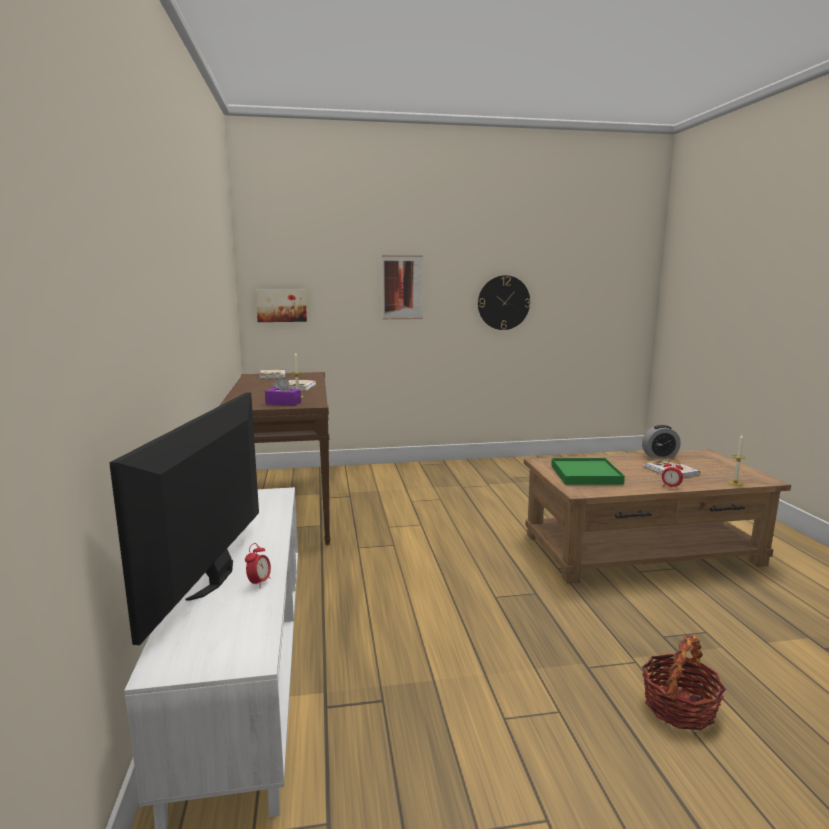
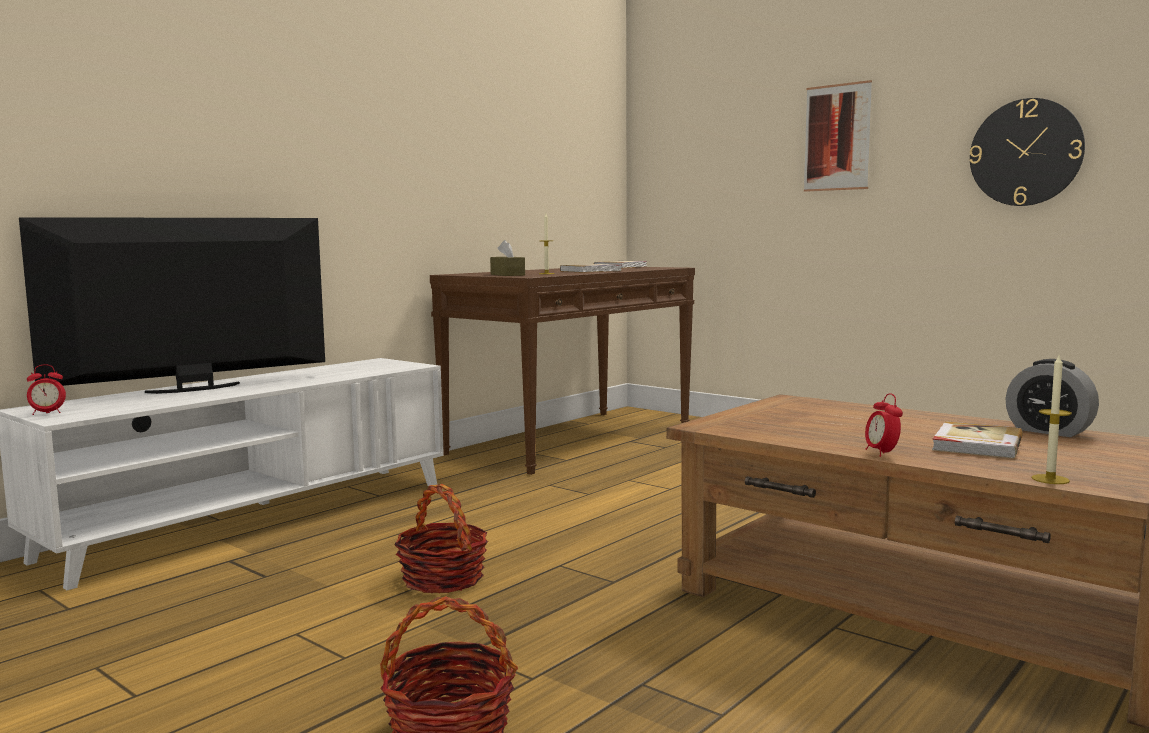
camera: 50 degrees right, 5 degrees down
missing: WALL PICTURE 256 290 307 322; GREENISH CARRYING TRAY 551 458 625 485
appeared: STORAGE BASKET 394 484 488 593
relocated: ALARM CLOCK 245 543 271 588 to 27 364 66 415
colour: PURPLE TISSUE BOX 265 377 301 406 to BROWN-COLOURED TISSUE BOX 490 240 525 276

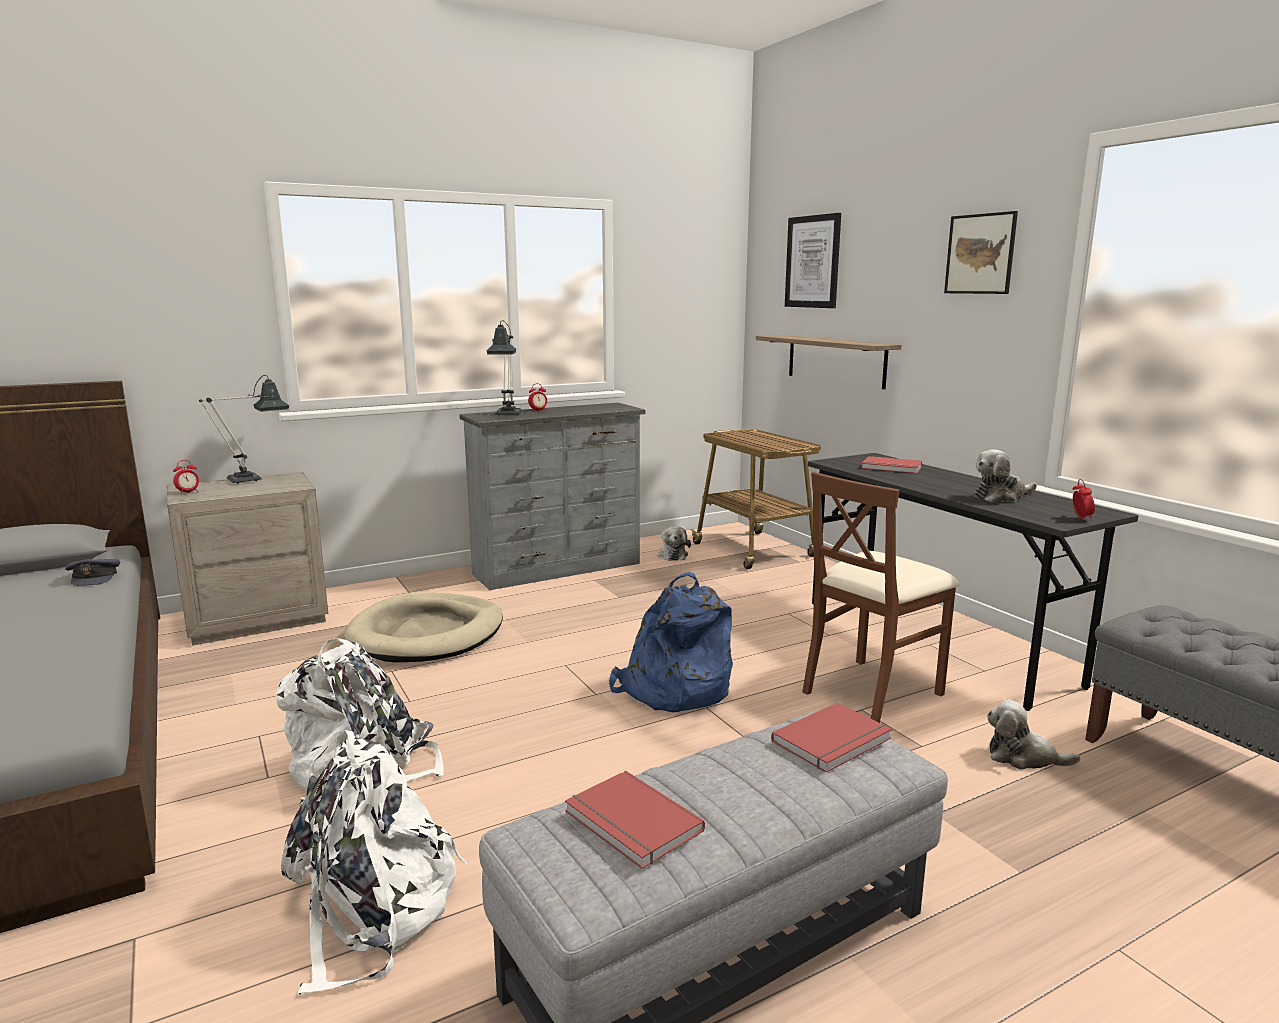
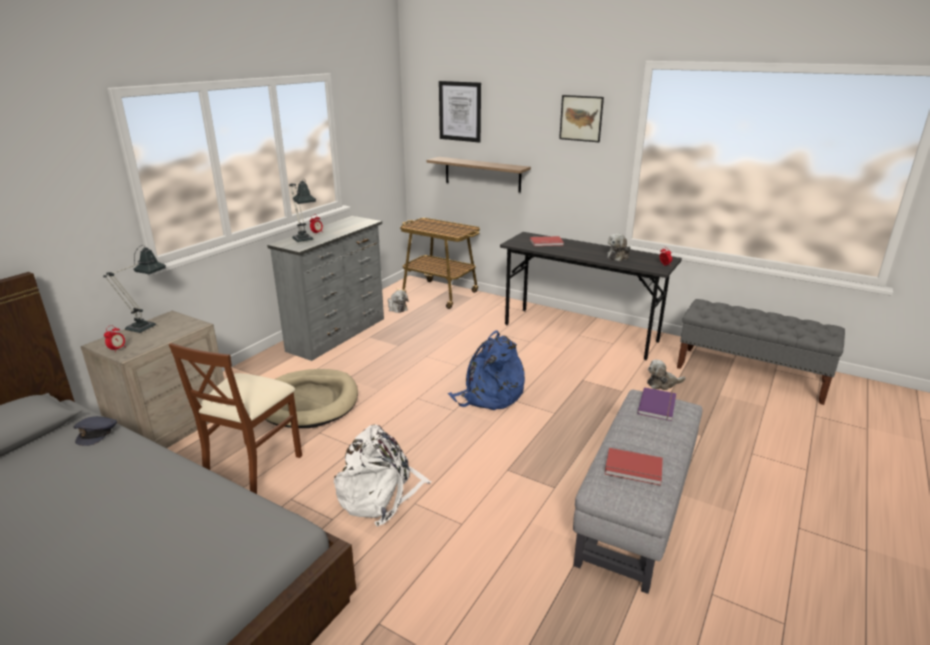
camera: 30 degrees left, 10 degrees up
missing: WHITISH RUCKSACK 281 730 467 995
relocated: BROWN-COLOURED CHAIR 802 472 959 723 to 169 343 302 494
colour: RED BOUND BOOK 771 703 892 773 to PURPLE BOUND BOOK 638 387 676 421
spun: GRAY CAP 65 559 120 586 = 73 416 117 446 60 degrees clockwise

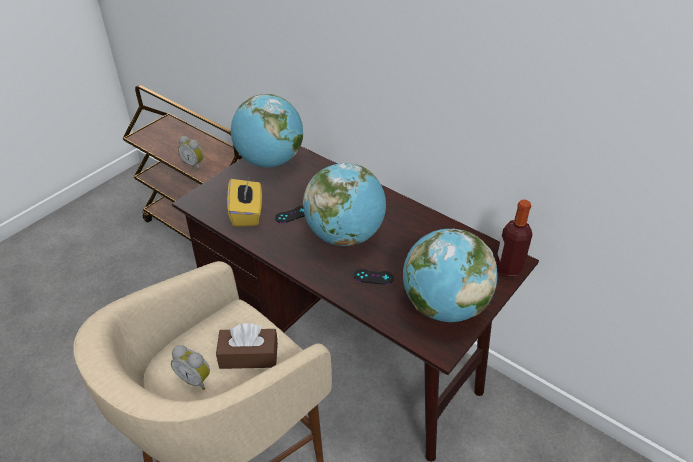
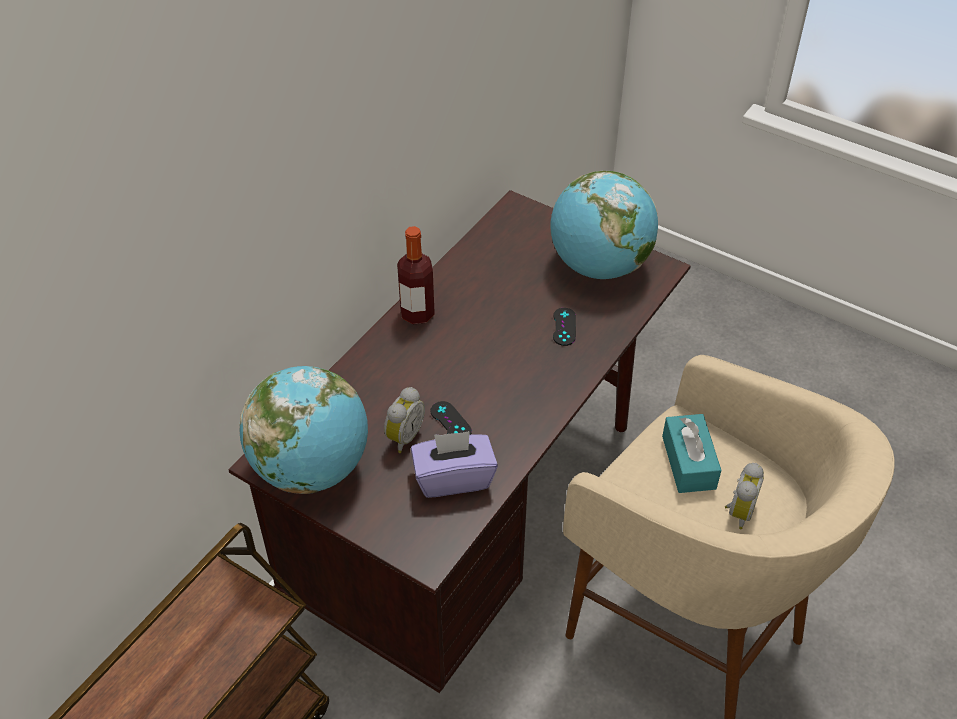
camera: 95 degrees left, 5 degrees up
missing: WORLD GLOBE 303 163 386 246
relocated: ALARM CLOCK 178 136 204 170 to 384 387 425 453; BOTTLE 496 200 533 276 to 397 226 435 324
colour: BROWN-COLOURED TISSUE BOX 216 323 278 369 to TURQUOISE-COLOURED TISSUE BOX 662 414 722 493; YELLOW-COLOURED TISSUE BOX 227 179 262 227 to PURPLE TISSUE BOX 411 431 498 498

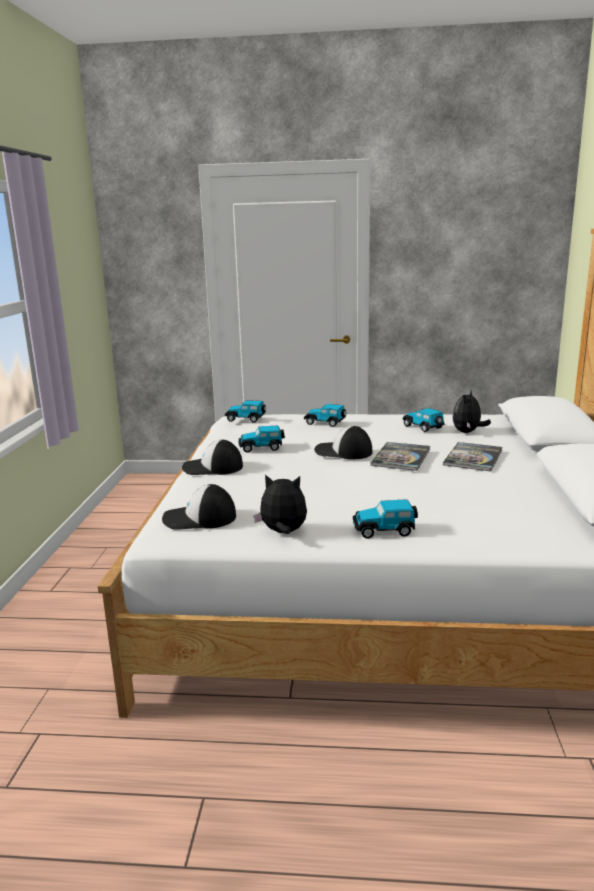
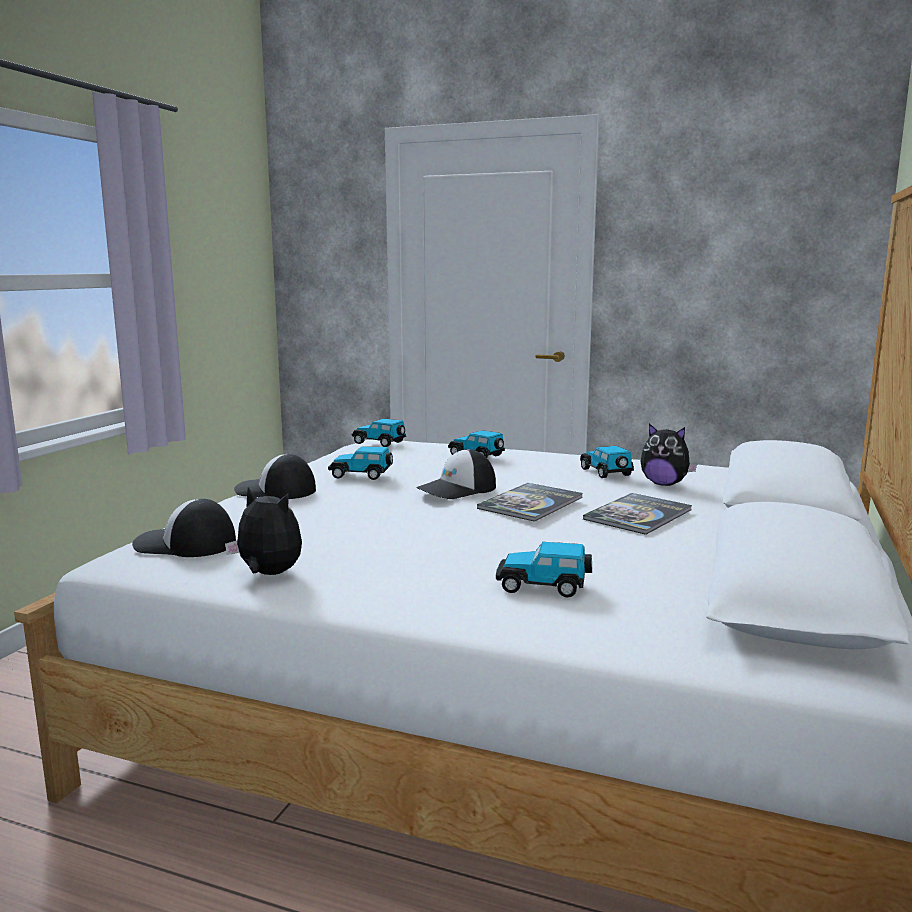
camera: 15 degrees right, 5 degrees down
relocated: MODEL CAR 353 499 418 539 to 496 542 592 597
spun: CAP 314 426 372 460 = 416 449 496 499 75 degrees counterclockwise; SOFT TOY 452 391 491 433 = 641 424 697 486 105 degrees counterclockwise

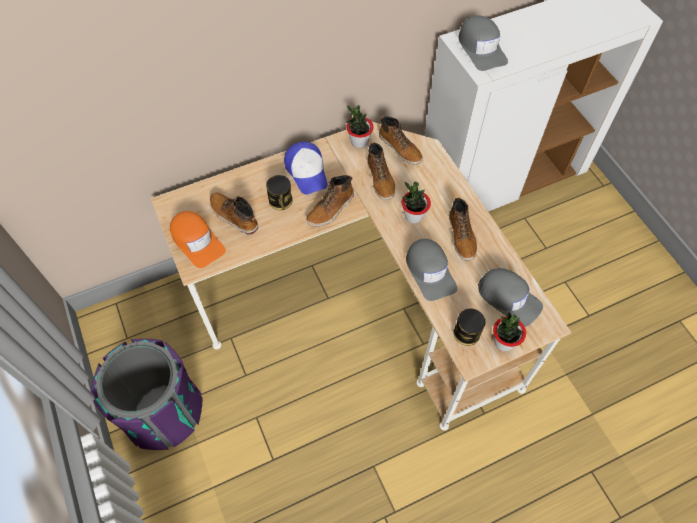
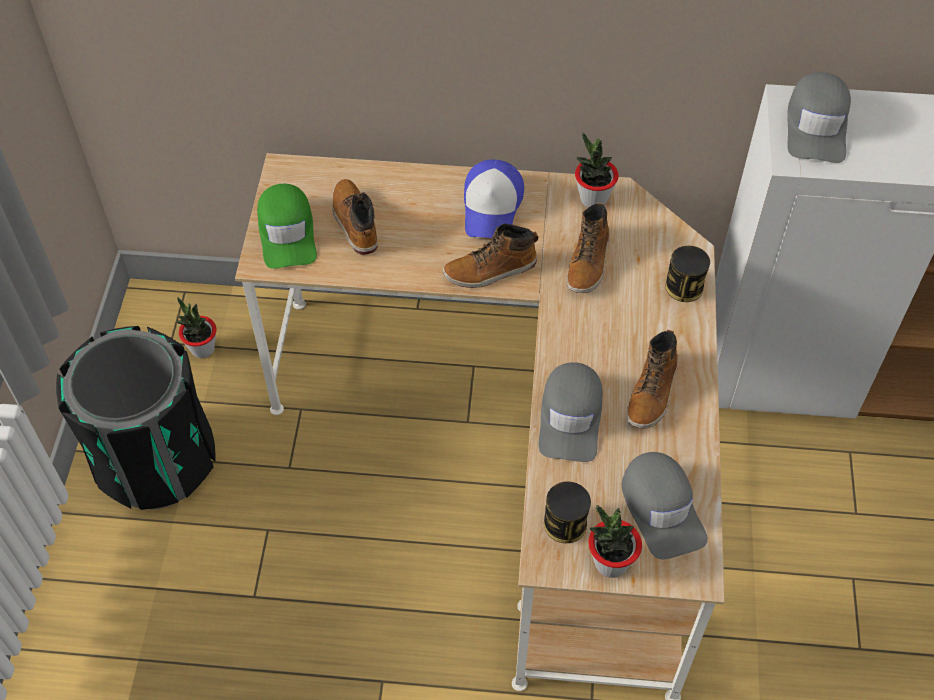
camera: 30 degrees right, 5 degrees down
missing: TALL BOOT 379 116 423 164
relocated: METAL CAN 266 175 293 210 to 666 246 710 302; PLANT IN A POT 402 182 431 224 to 176 297 216 358
colour: PURPLE RUBBISH BIN 91 339 203 450 to BLACKISH RUBBISH BIN 56 326 215 510; ORANGE CAP 170 211 226 268 to GREENISH CAP 257 184 317 269

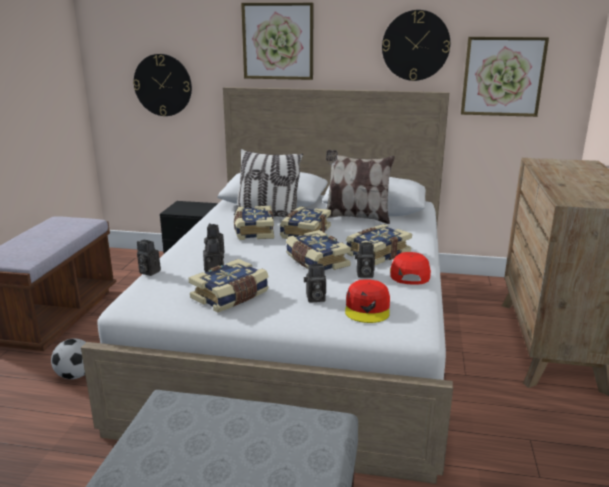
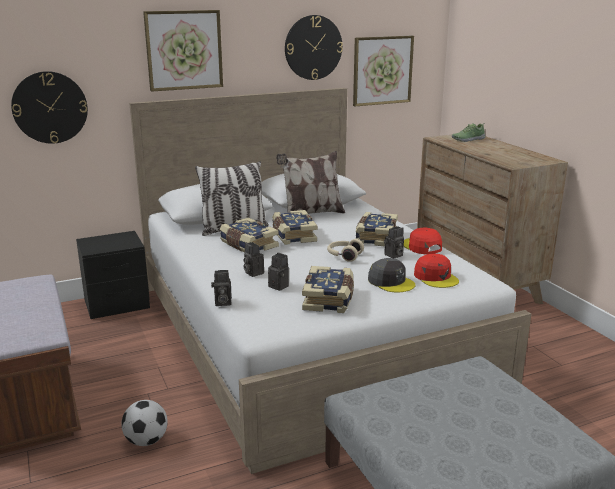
camera: 35 degrees left, 0 degrees up
appeared: SHOE 452 123 485 142
exchanged: BOUND BOOK 286 230 351 270 to SAND-COLOURED HEADSET 327 239 364 262; PHOTO CAMERA 304 264 326 302 to GRAY CAP 368 258 415 292

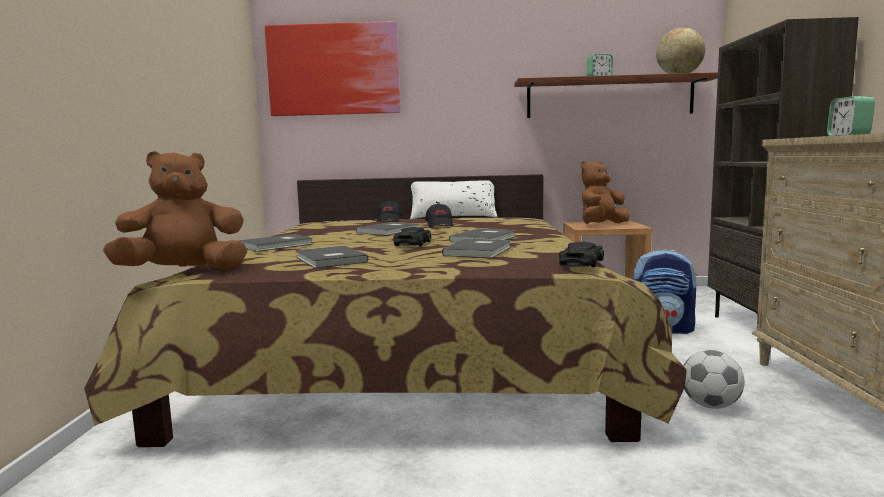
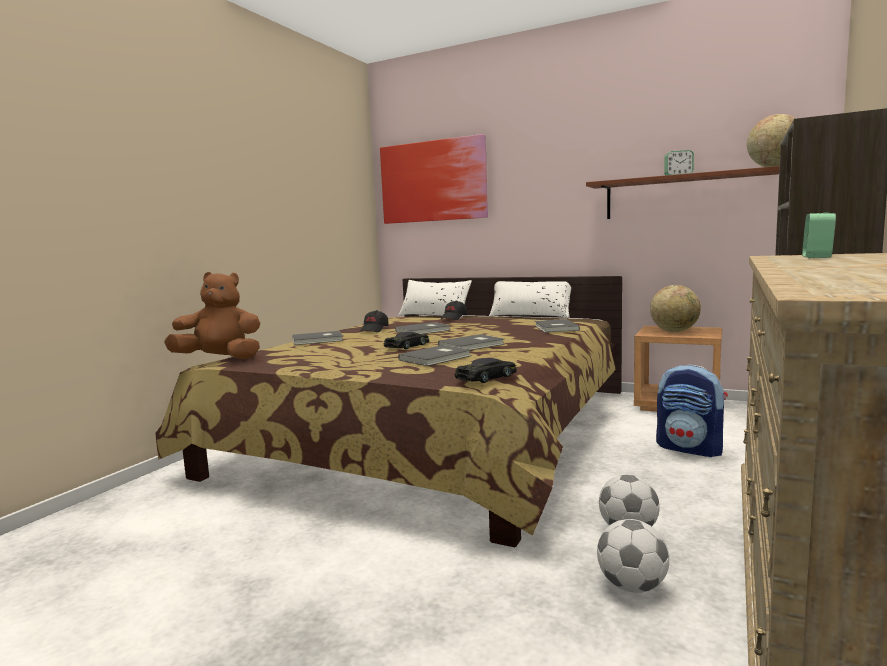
camera: 25 degrees right, 0 degrees up
appeared: WHITISH THROW PILLOW 399 280 472 318; FOOTBALL 597 519 669 593
relocated: GRAY BOUND BOOK 296 246 368 268 to 535 319 580 333; BLACKISH CAP 425 203 453 227 to 360 310 389 332
exchanged: BROWN-COLOURED SOFT TOY 581 161 630 224 to WORLD GLOBE 650 285 701 332

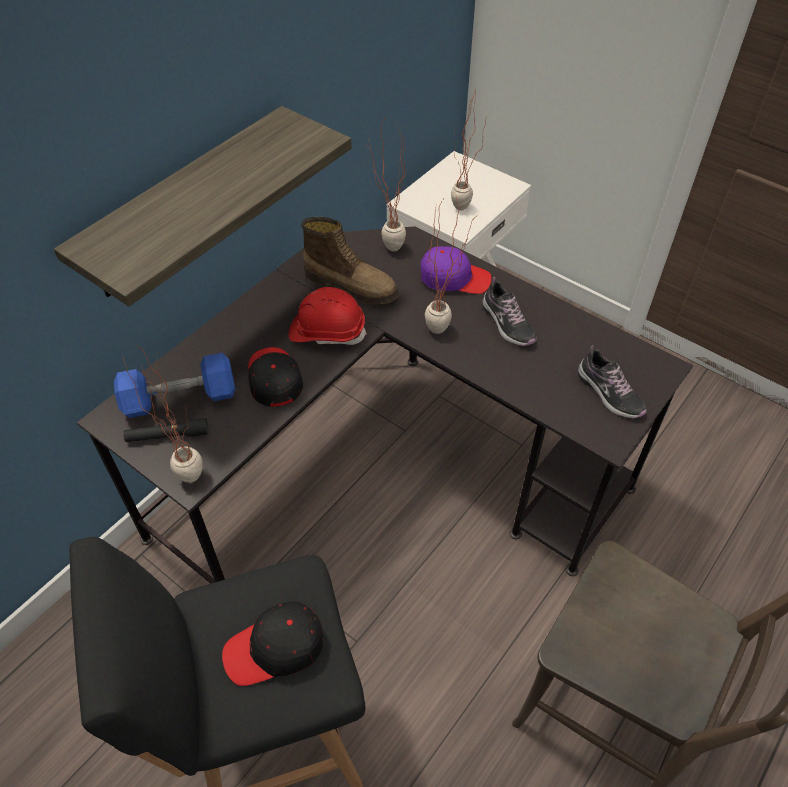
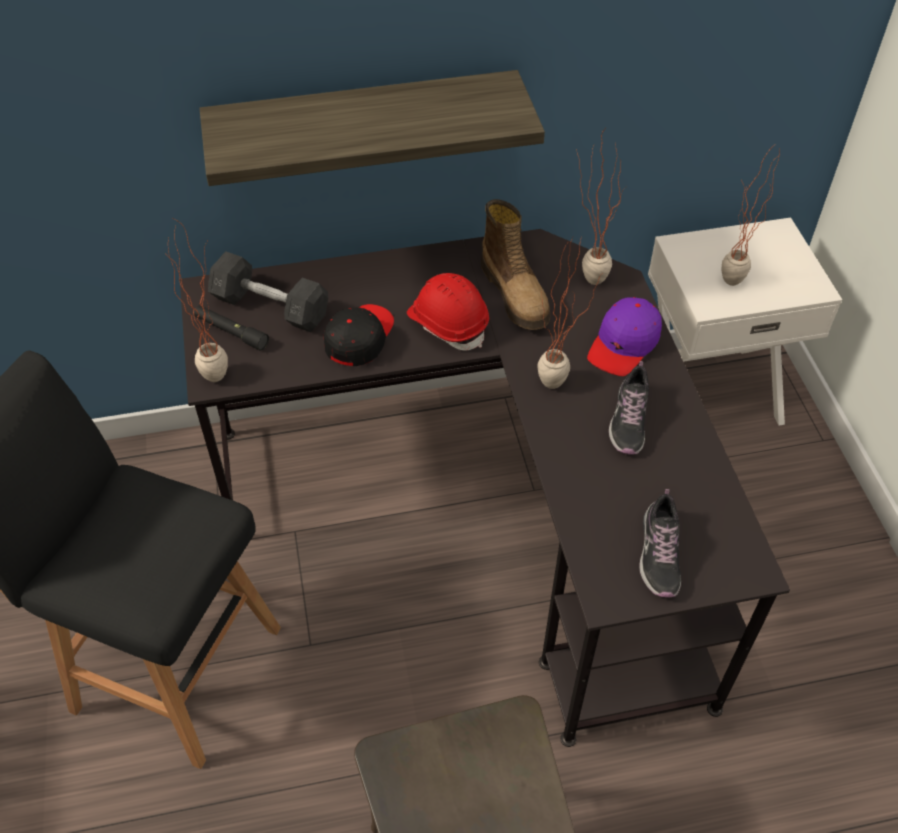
camera: 40 degrees right, 0 degrees up
missing: BLACKISH CAP 222 601 324 686
colour: BLUE-COLOURED FREE WEIGHT 114 353 235 418 to GRAY FREE WEIGHT 208 251 328 332
spun: PURPLE CAP 421 246 492 294 = 587 297 662 376 75 degrees clockwise

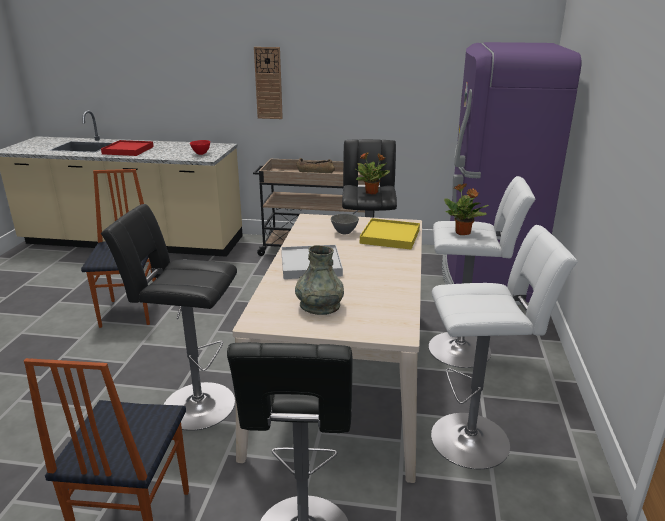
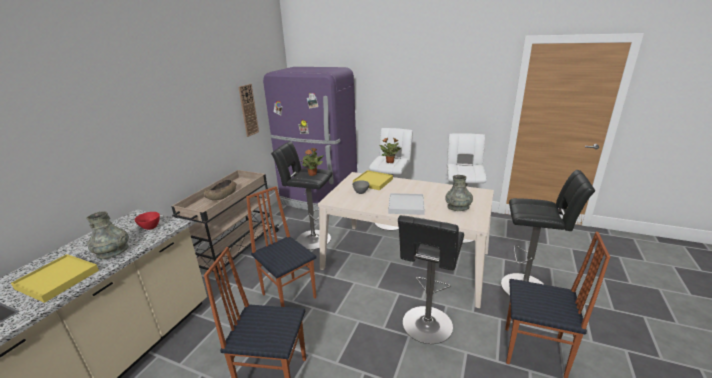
camera: 75 degrees left, 0 degrees up
appeared: GRAY FLOWER VASE 86 211 129 259; CHAIR 246 186 317 307
relocated: CLOCK ON THE WALL 254 47 283 119 to 238 84 259 137
colour: RED CARRYING TRAY 101 140 154 156 to YELLOW-COLOURED CARRYING TRAY 11 254 99 303

